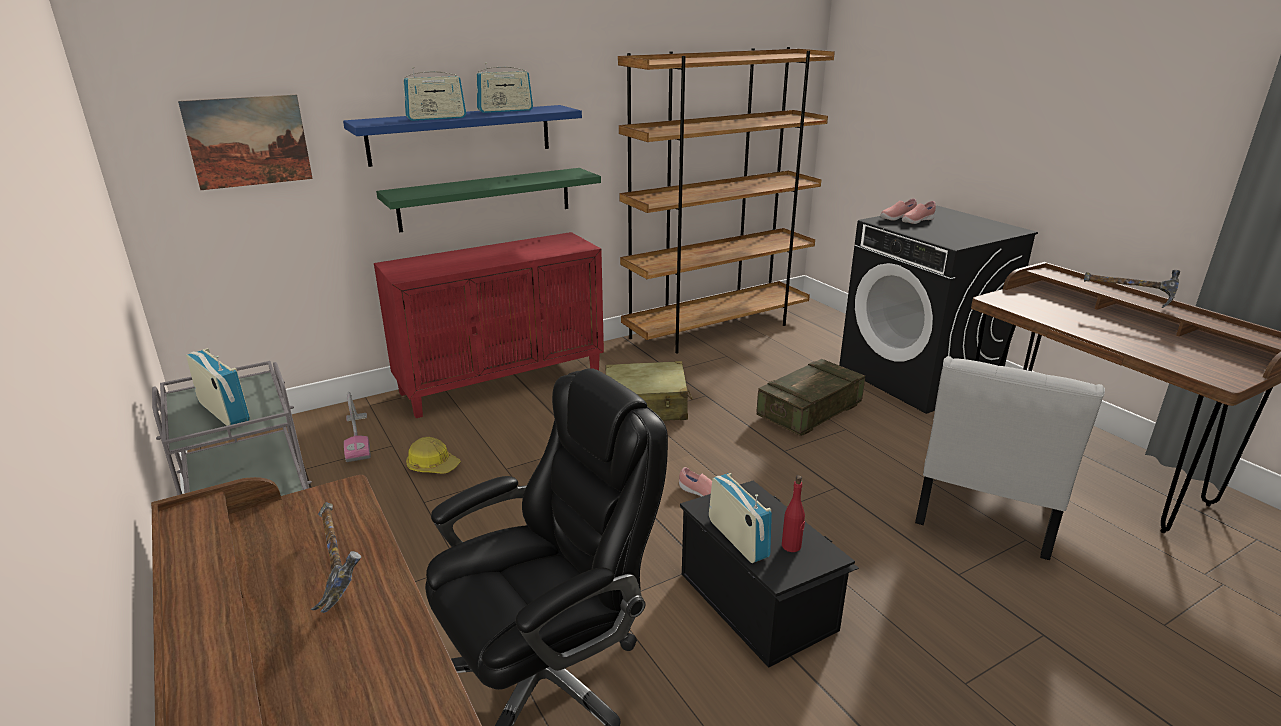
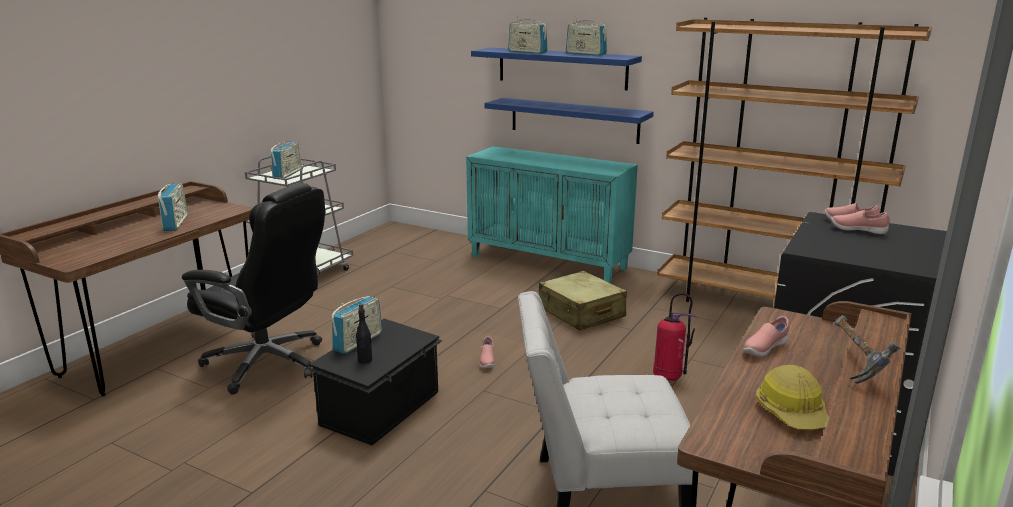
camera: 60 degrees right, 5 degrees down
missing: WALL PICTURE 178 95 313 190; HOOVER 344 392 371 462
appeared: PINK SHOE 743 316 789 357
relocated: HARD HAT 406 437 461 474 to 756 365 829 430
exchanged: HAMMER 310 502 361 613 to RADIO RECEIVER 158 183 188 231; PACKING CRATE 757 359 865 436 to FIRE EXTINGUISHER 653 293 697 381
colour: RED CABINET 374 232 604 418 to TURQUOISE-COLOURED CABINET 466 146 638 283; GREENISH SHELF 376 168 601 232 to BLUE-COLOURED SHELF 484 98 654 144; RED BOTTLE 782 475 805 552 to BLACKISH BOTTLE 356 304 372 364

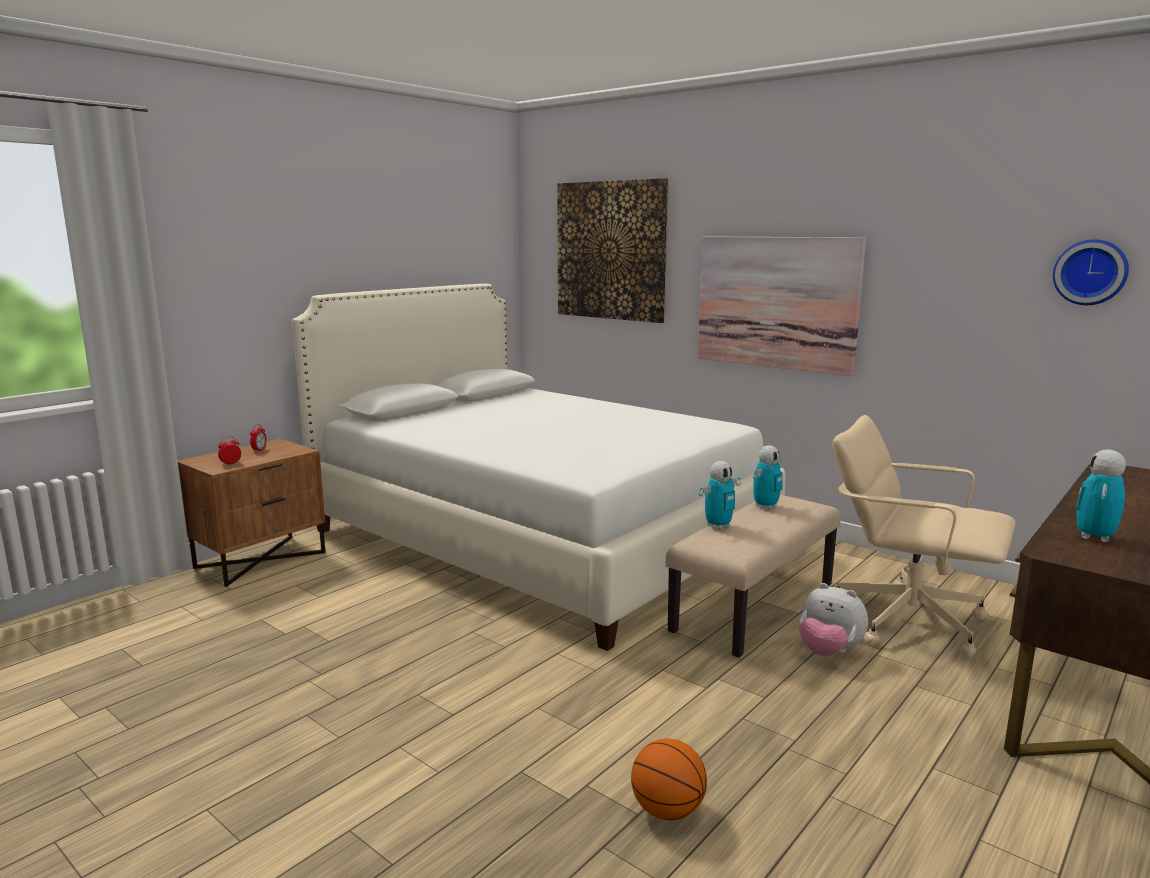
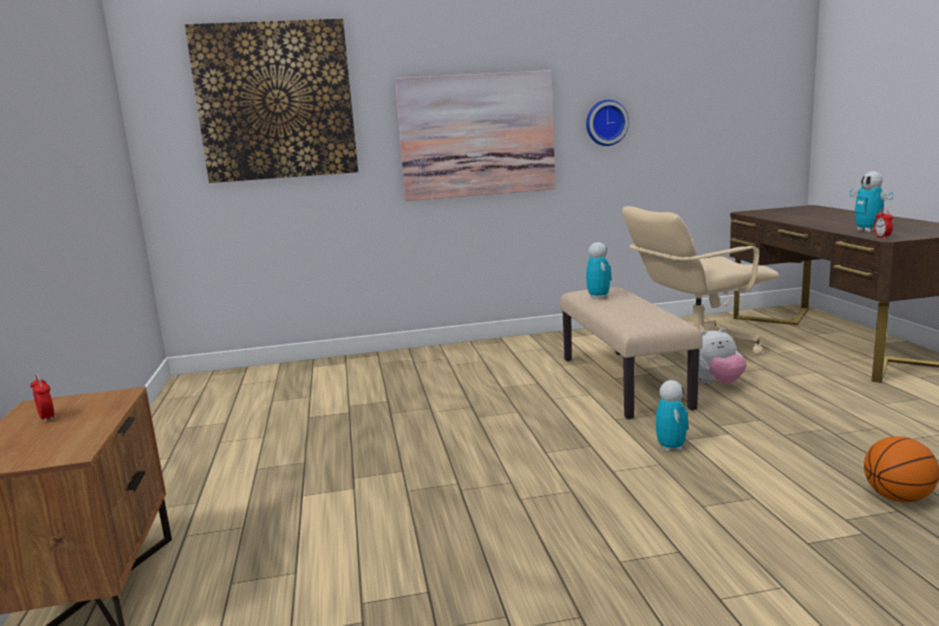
camera: 50 degrees left, 0 degrees up
missing: WHITISH SLEEPING BED 292 284 785 651
relocated: ALARM CLOCK 218 436 241 466 to 874 208 893 239; MODEL ROBOT 699 461 741 530 to 656 380 689 452; CLOCK ON THE WALL 1053 239 1129 305 to 586 100 629 146

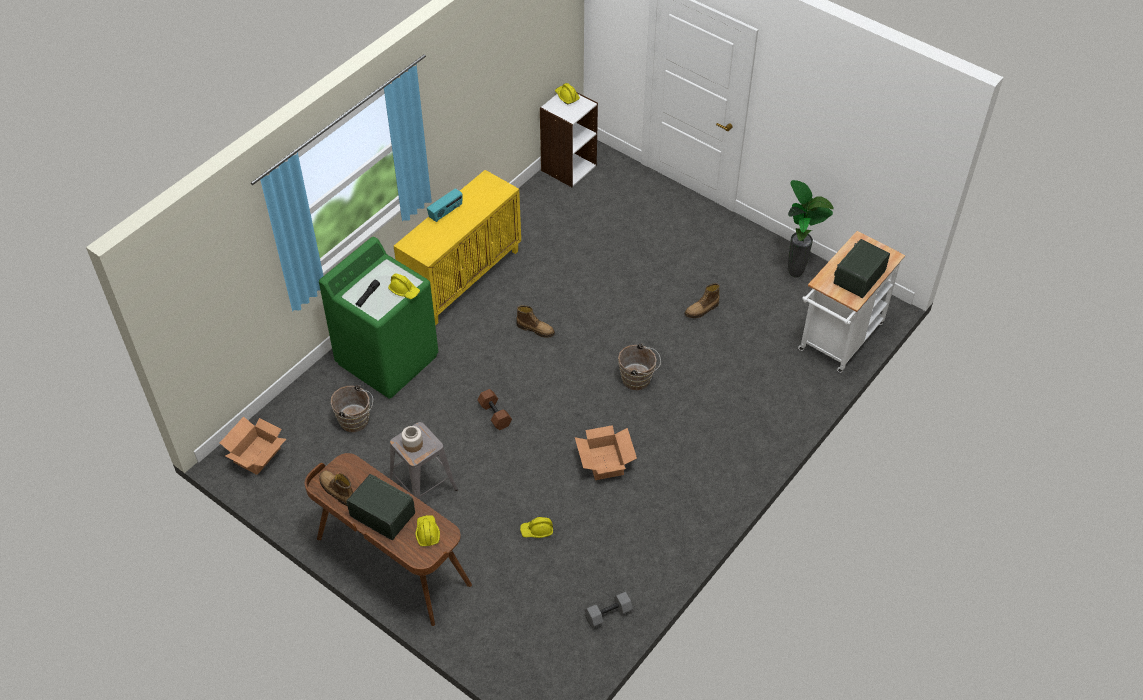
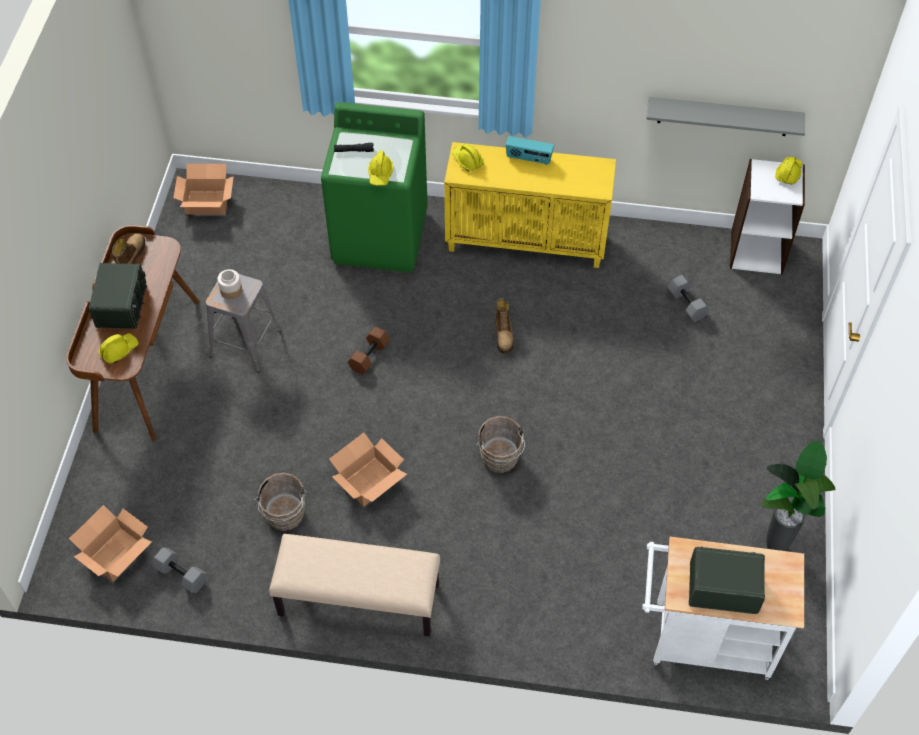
camera: 60 degrees right, 5 degrees up
missing: TALL BOOT 685 283 720 318
appeared: CARTON 69 505 152 581; SAND-COLOURED INDOOR BENCH 269 534 440 636; GRAY SHELF 646 97 805 136; GRAY FREE WEIGHT 667 275 709 322
relocated: BROWN-COLOURED PAIL 331 385 373 432 to 254 473 307 531; YELLOW-COLOURED HARD HAT 520 517 553 538 to 451 144 485 171

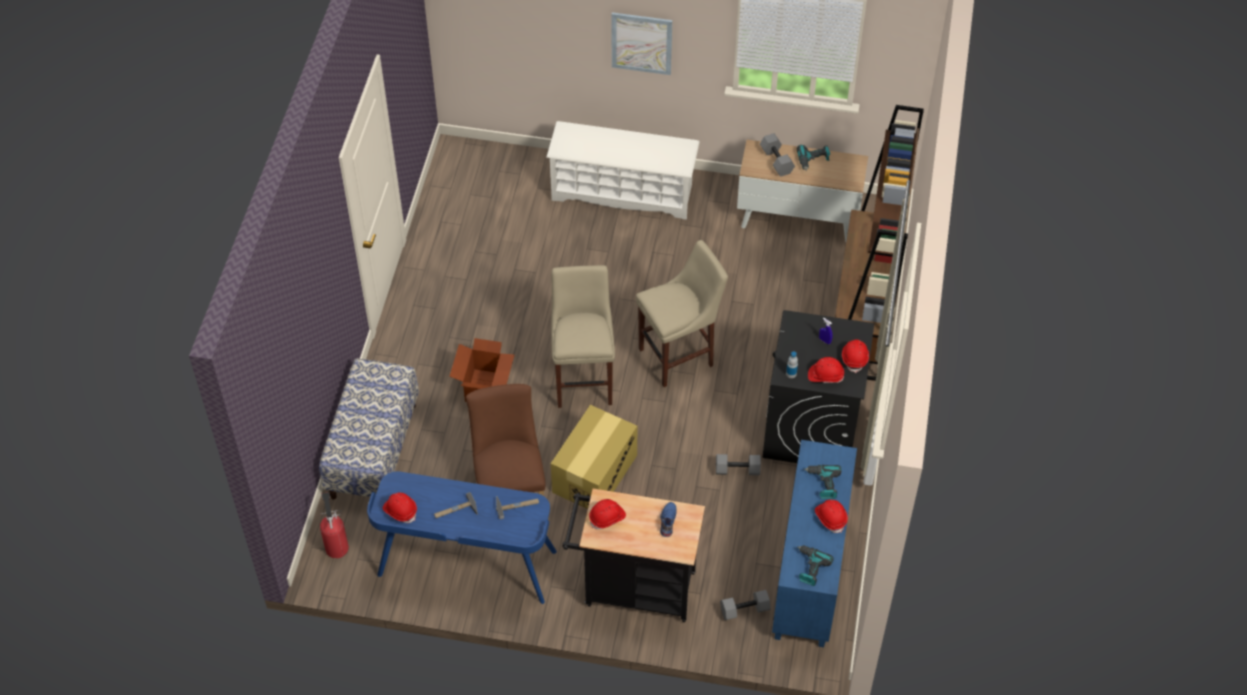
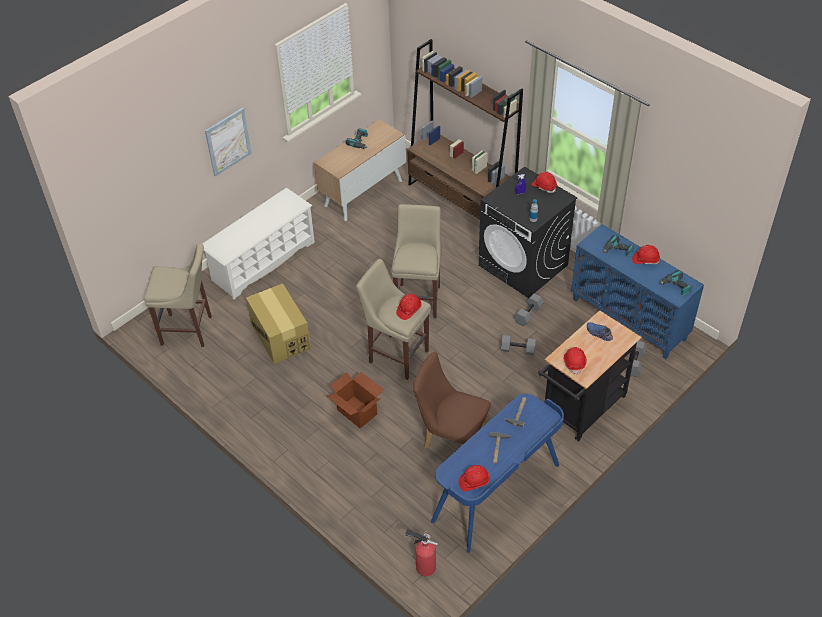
camera: 55 degrees left, 5 degrees down
missing: INDOOR BENCH 319 358 419 500
appeared: SAND-COLOURED SITTING STOOL 144 243 212 347
relocated: CARTON 551 405 637 509 to 246 283 311 364; GRAY FREE WEIGHT 760 133 795 177 to 501 335 536 355; RED HARD HAT 808 357 844 383 to 396 294 422 320

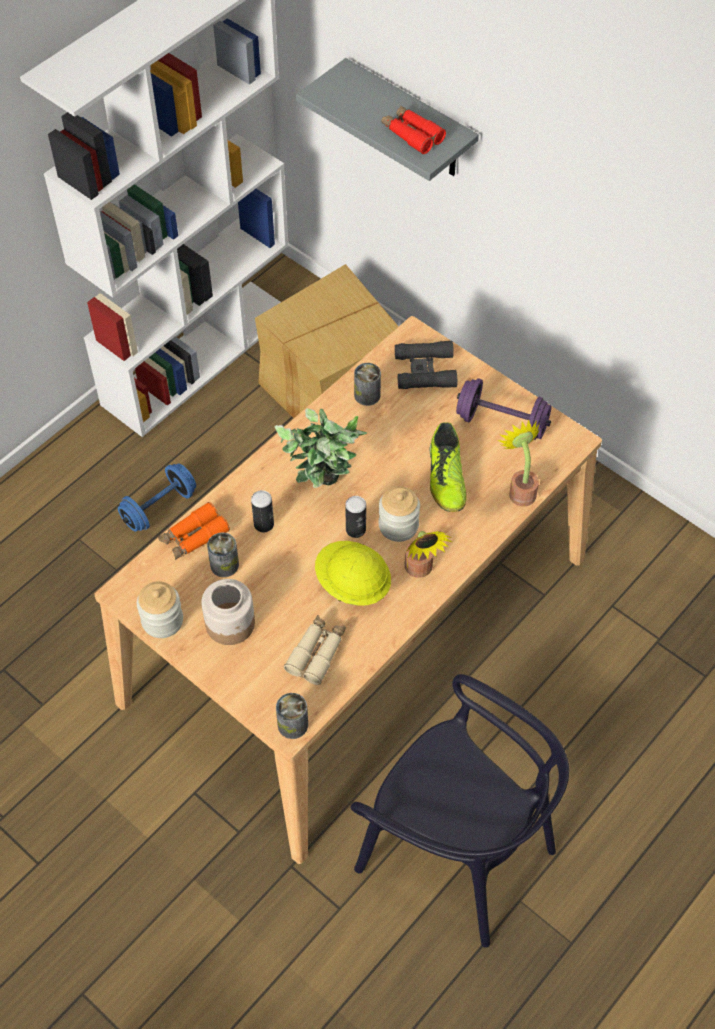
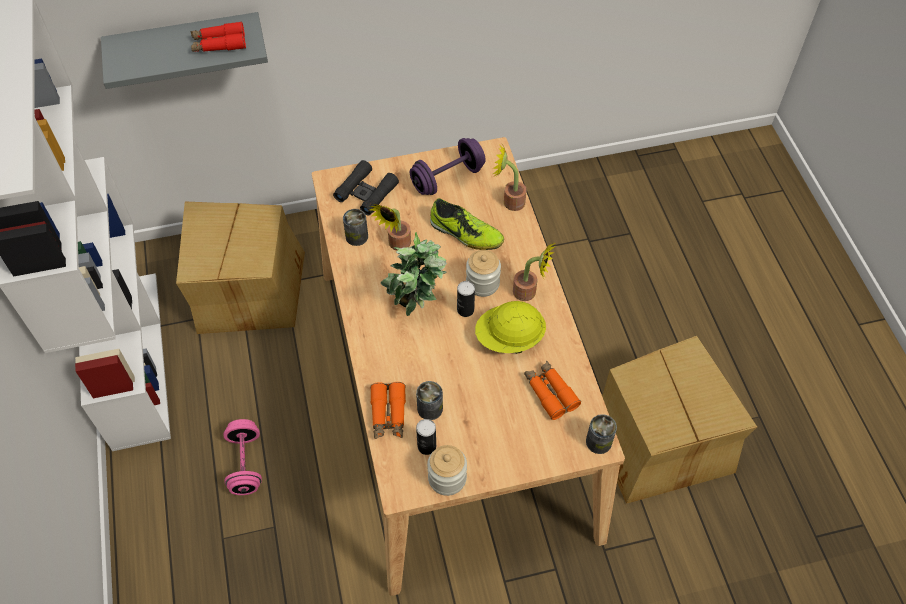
camera: 55 degrees left, 0 degrees up
missing: JAR 201 579 255 645
appeared: PLANT IN A POT 370 204 411 251
relocated: METAL CAN 251 490 274 532 to 416 419 436 455
exchanged: BLACKISH CHAIR 350 674 569 948 to CARTON 602 336 757 504
colour: BLUE-COLOURED FREE WEIGHT 118 463 196 532 to PINK FREE WEIGHT 224 419 262 495; SAND-COLOURED PAIR OF BINOCULARS 284 615 346 685 to ORANGE PAIR OF BINOCULARS 524 361 581 420

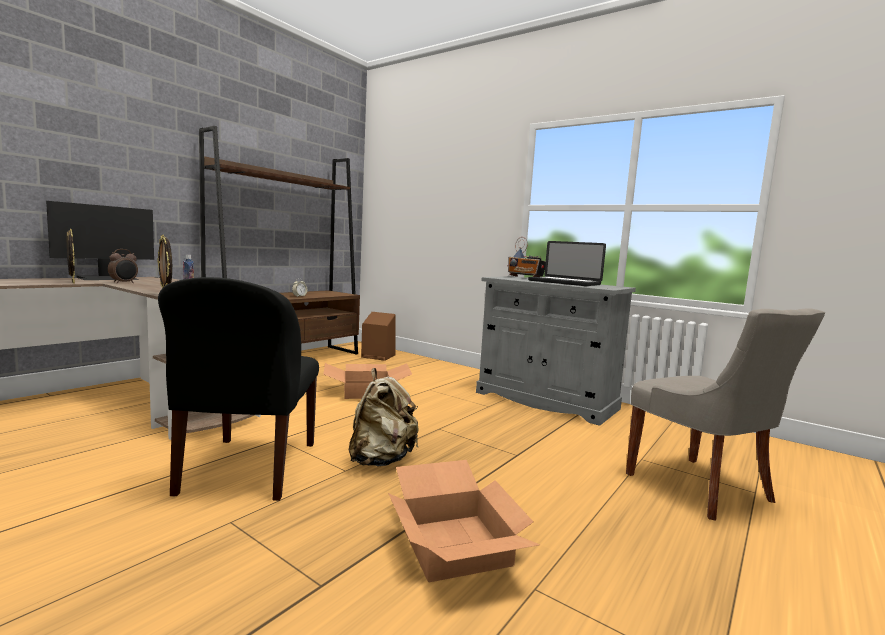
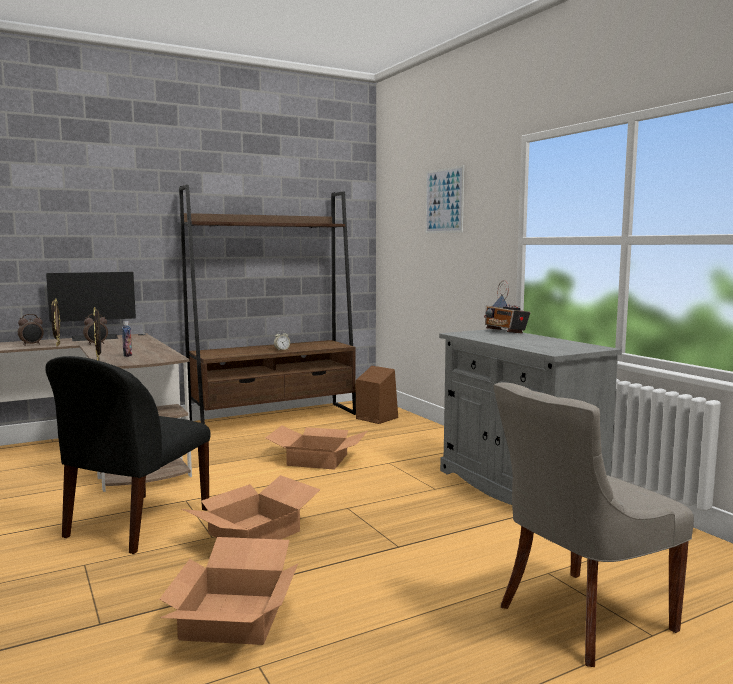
camera: 25 degrees right, 0 degrees up
missing: LAPTOP 528 241 606 286
appeared: ALARM CLOCK 18 314 44 346; WALL PICTURE 425 165 464 233
exchanged: SAND-COLOURED RUCKSACK 349 368 419 467 to CARTON 182 475 321 539
spun: GRAY CHAIR 626 308 825 521 = 493 382 694 667 60 degrees clockwise

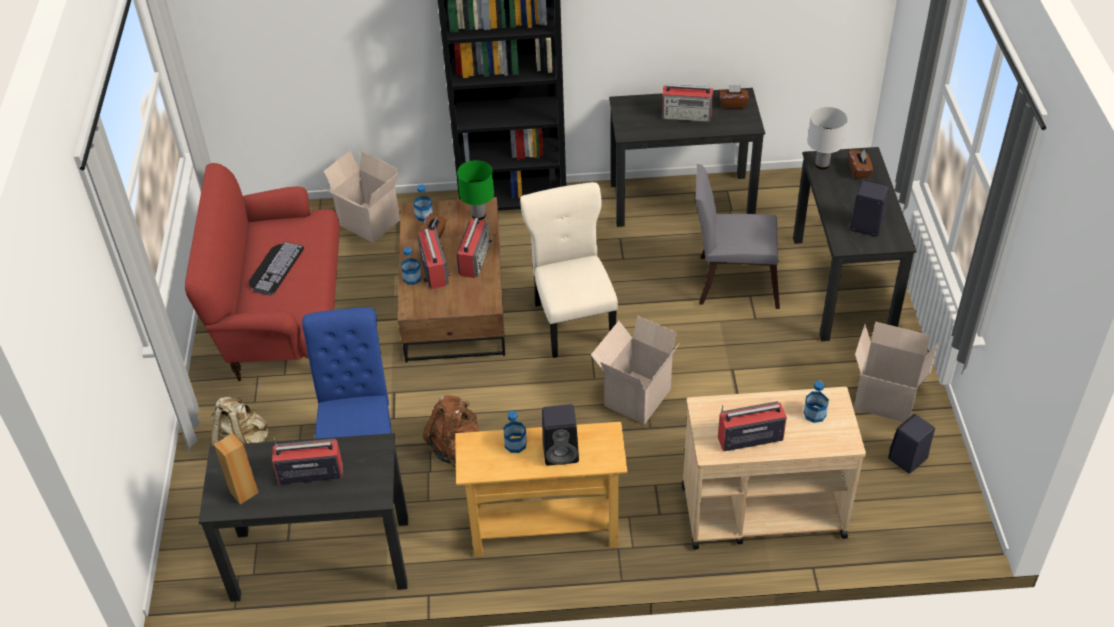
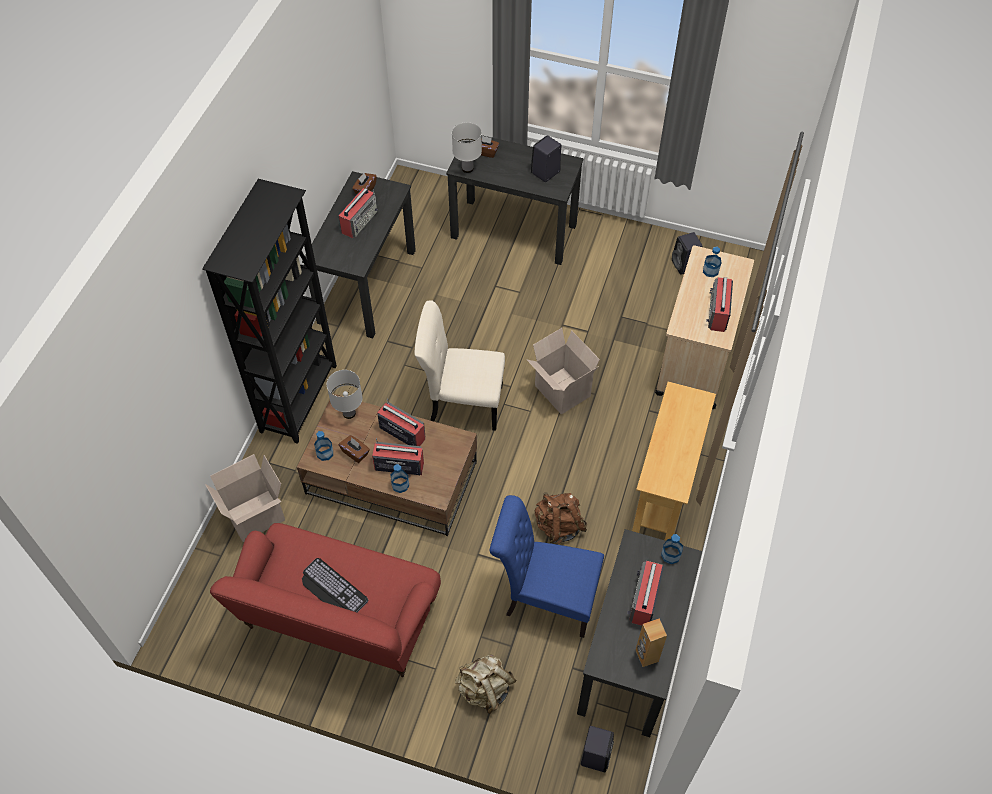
camera: 70 degrees left, 10 degrees up
missing: GRAY CHAIR 695 164 780 309; CARTON 854 322 939 422
relocated: BOTTLE 503 411 527 453 to 661 534 683 564; BLACKISH SPEAKER 542 404 579 466 to 581 726 614 772
colour: GREENISH LAMP FOR A TABLE 457 160 494 220 to WHITISH LAMP FOR A TABLE 327 370 363 419

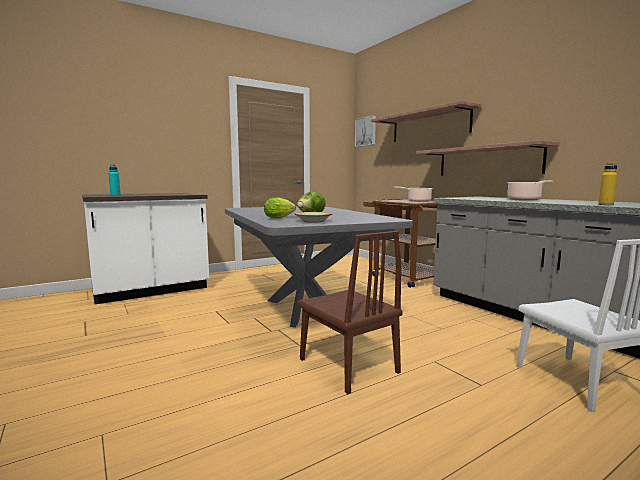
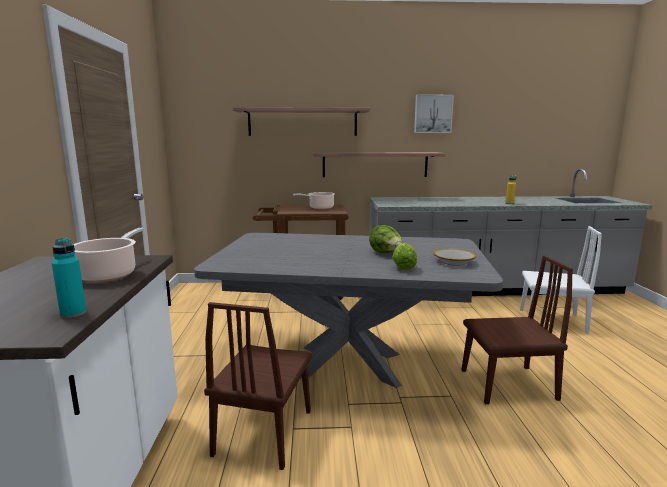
camera: 60 degrees left, 5 degrees up
appeared: BROWN-COLOURED CHAIR 204 302 312 470
relocated: WALL PICTURE 355 115 376 147 to 414 95 454 133; COOKING POT 507 180 553 201 to 74 228 144 282

